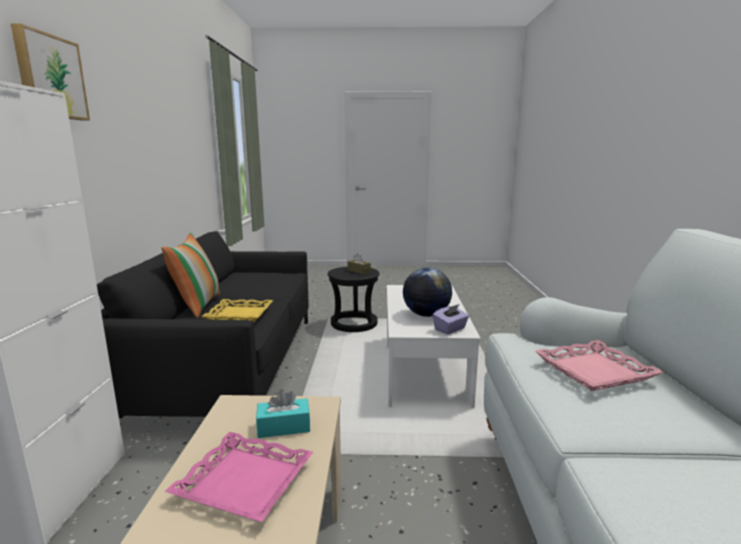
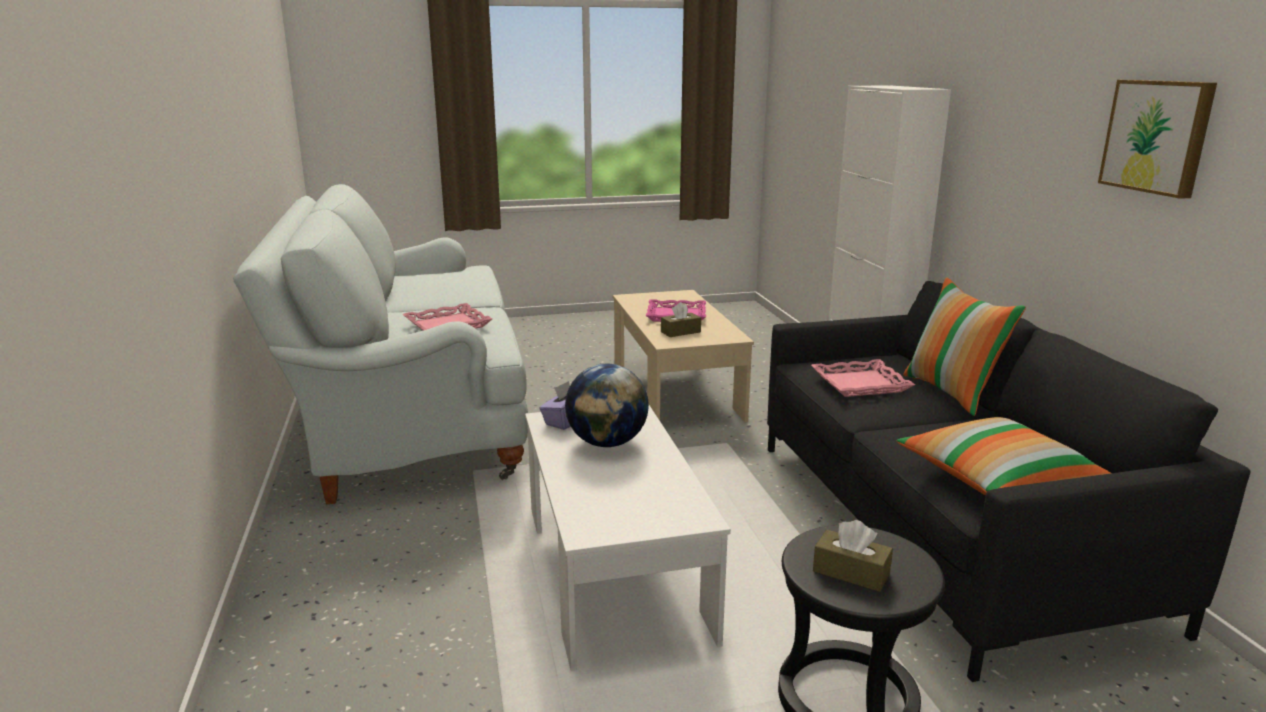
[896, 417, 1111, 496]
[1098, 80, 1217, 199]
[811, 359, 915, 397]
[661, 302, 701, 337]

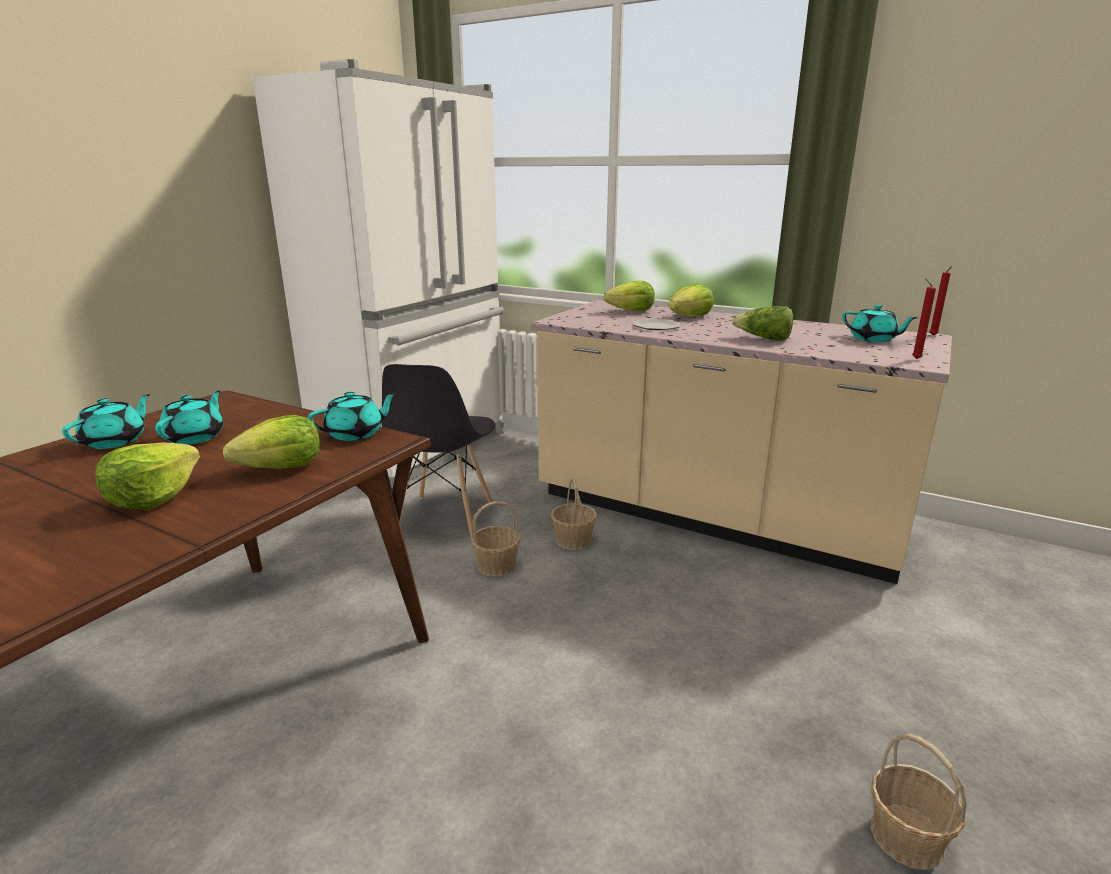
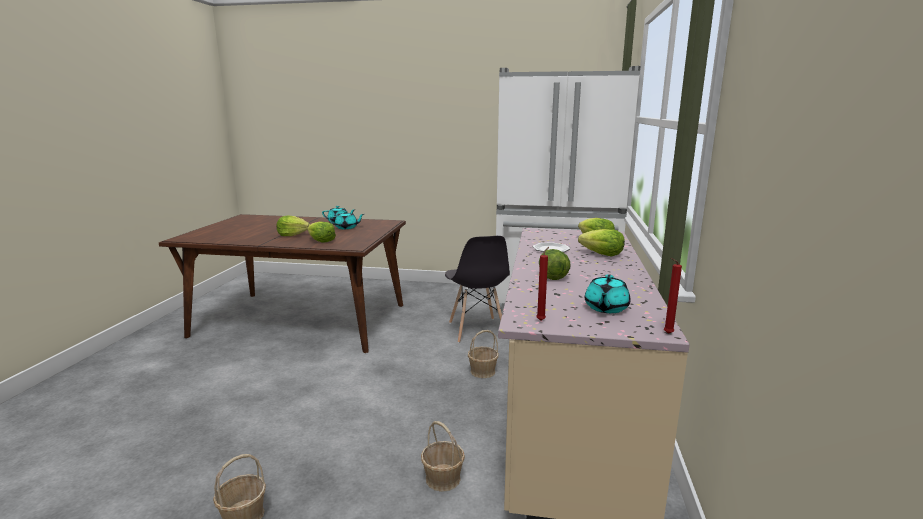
[308, 392, 397, 441] (first image)
[421, 421, 465, 492]
[445, 236, 510, 343]

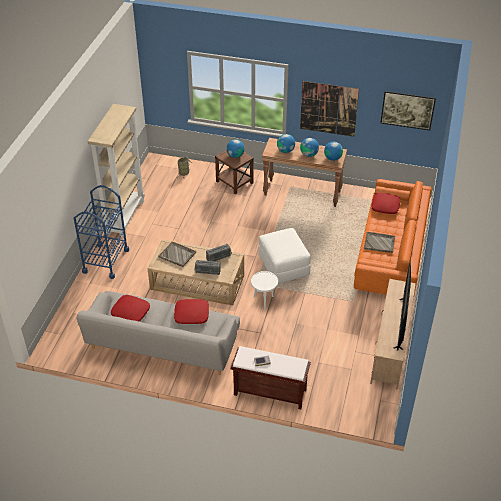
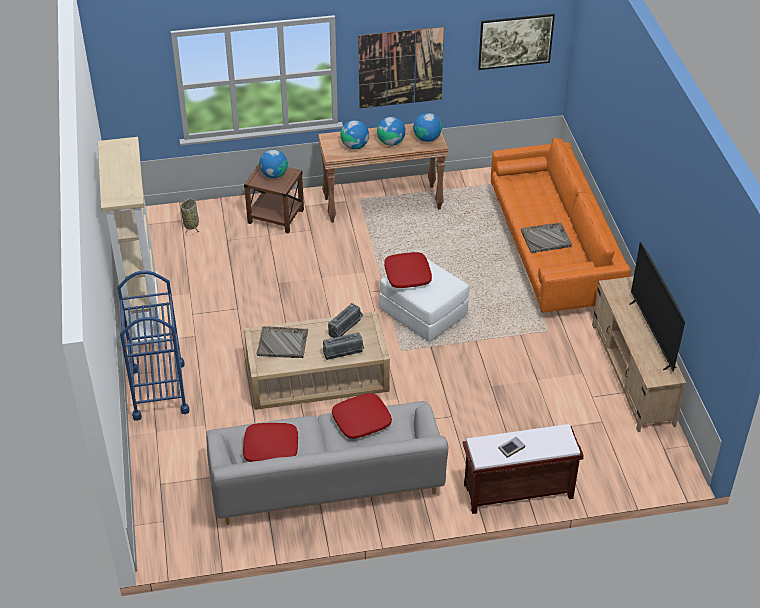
[251, 271, 278, 310] (first image)
[384, 252, 432, 288]

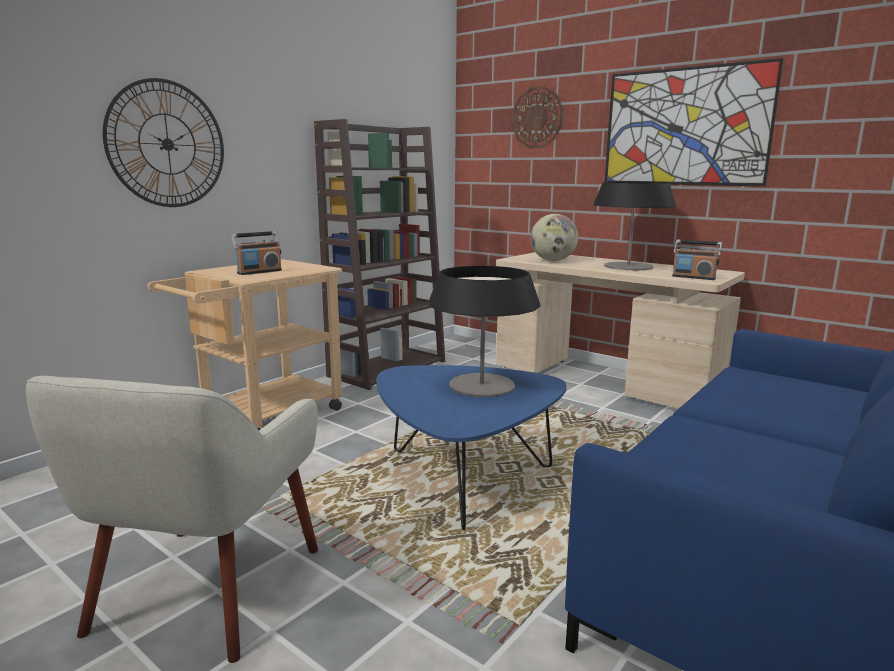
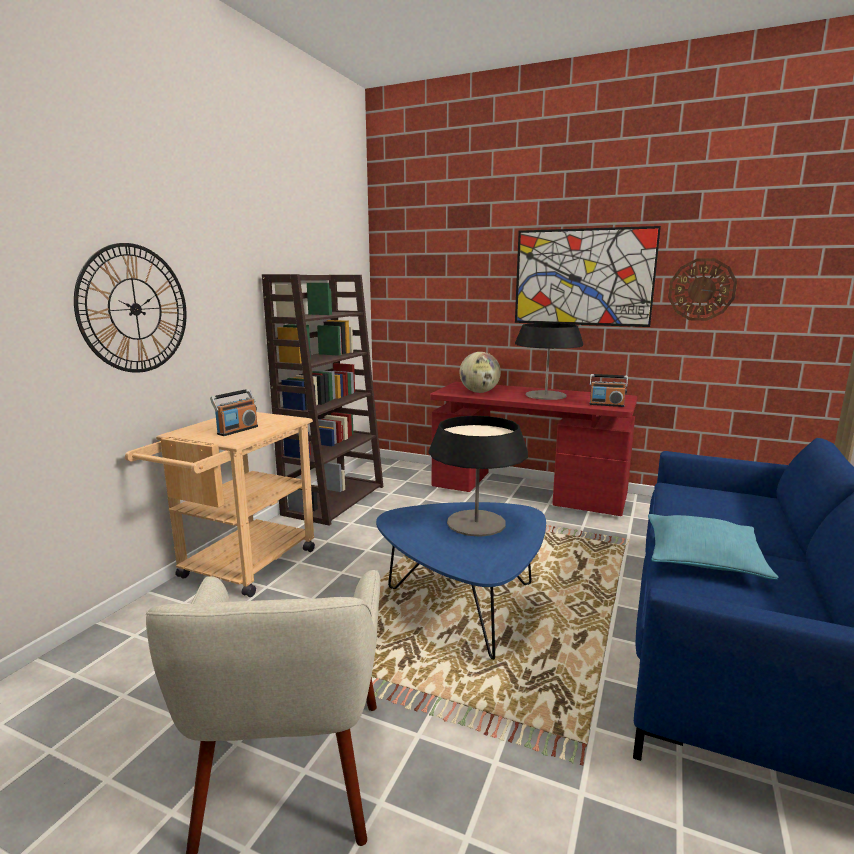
[648, 514, 778, 580]
[668, 258, 737, 321]
[430, 382, 637, 516]

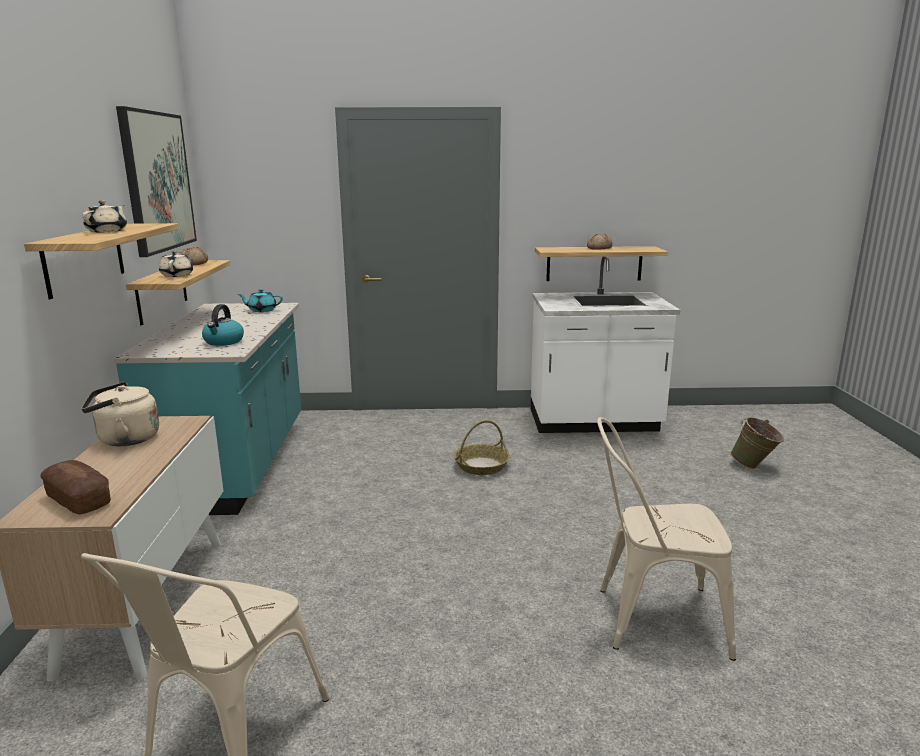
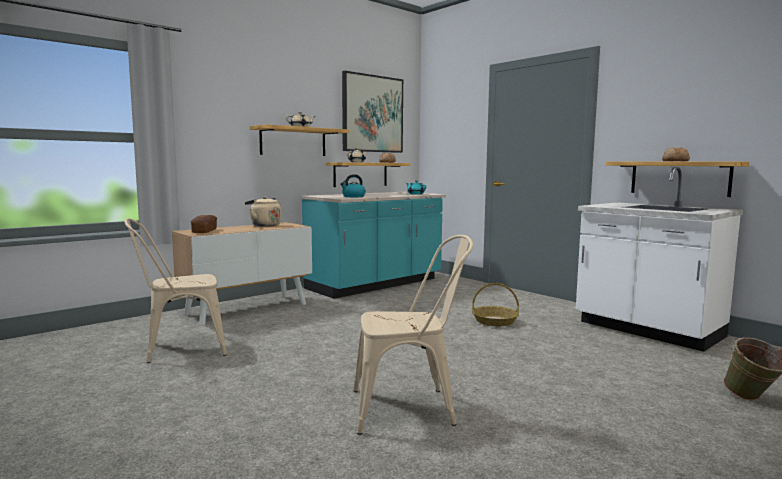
[354, 235, 473, 435]

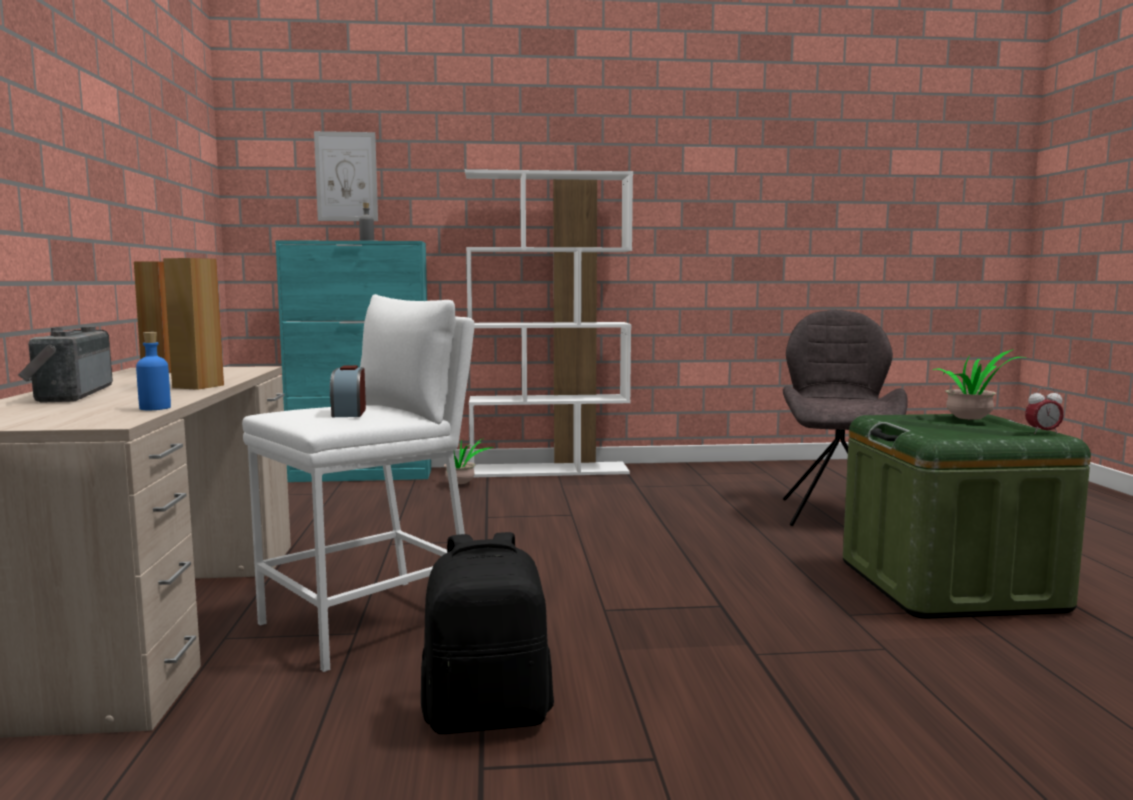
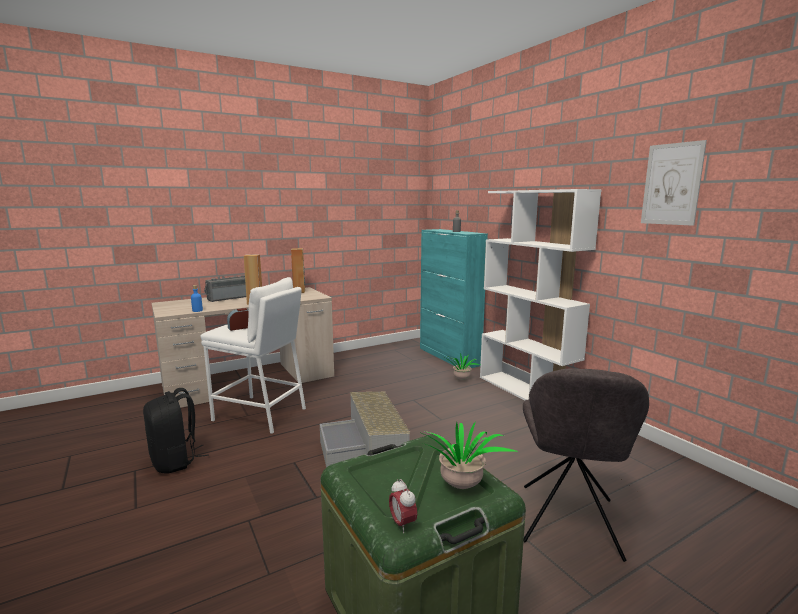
[320, 392, 410, 467]
[641, 140, 707, 226]
[523, 368, 649, 562]

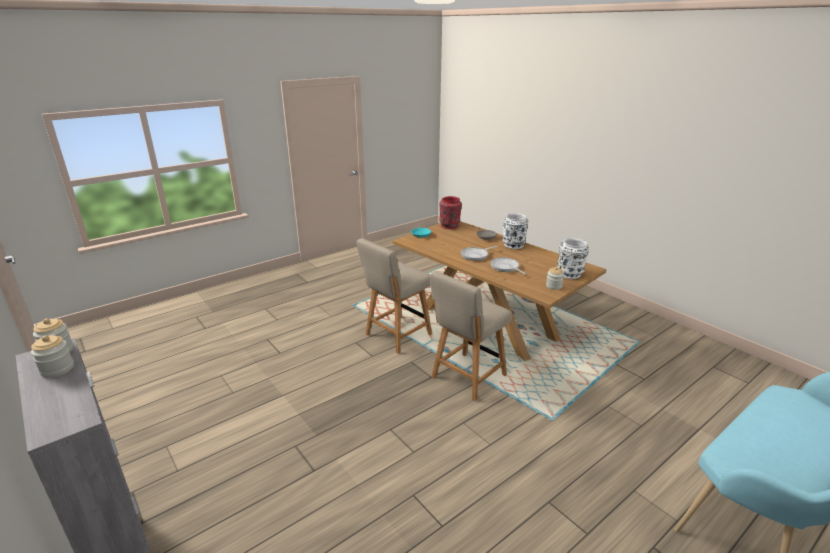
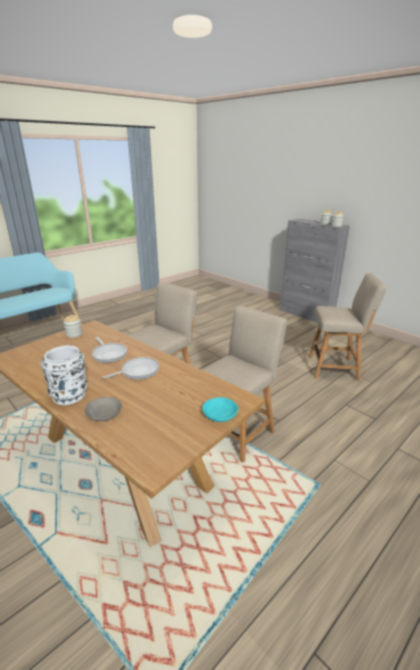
[439, 196, 462, 229] (first image)
[557, 238, 589, 279] (first image)
[309, 273, 386, 381]

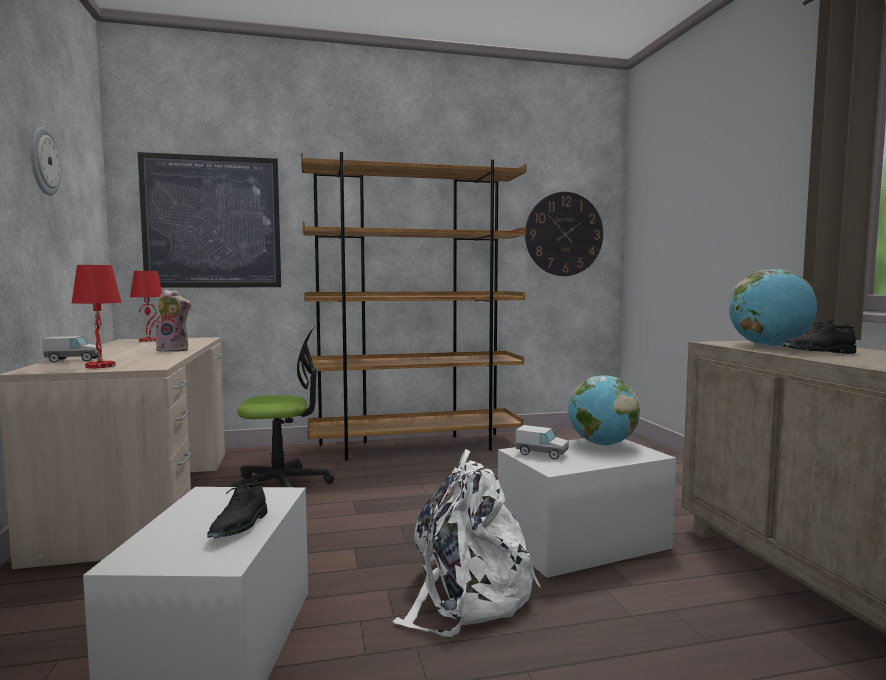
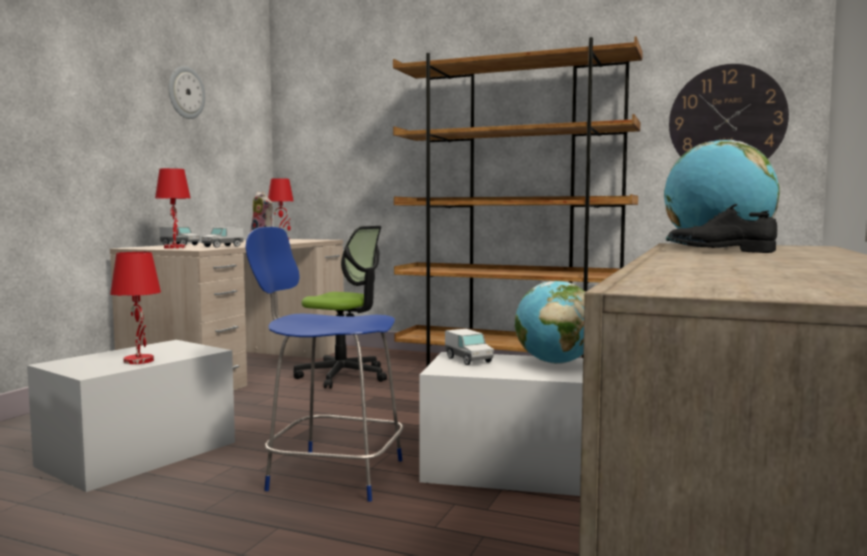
[138, 152, 281, 287] (first image)
[201, 227, 243, 248]
[110, 252, 161, 364]
[246, 227, 404, 502]

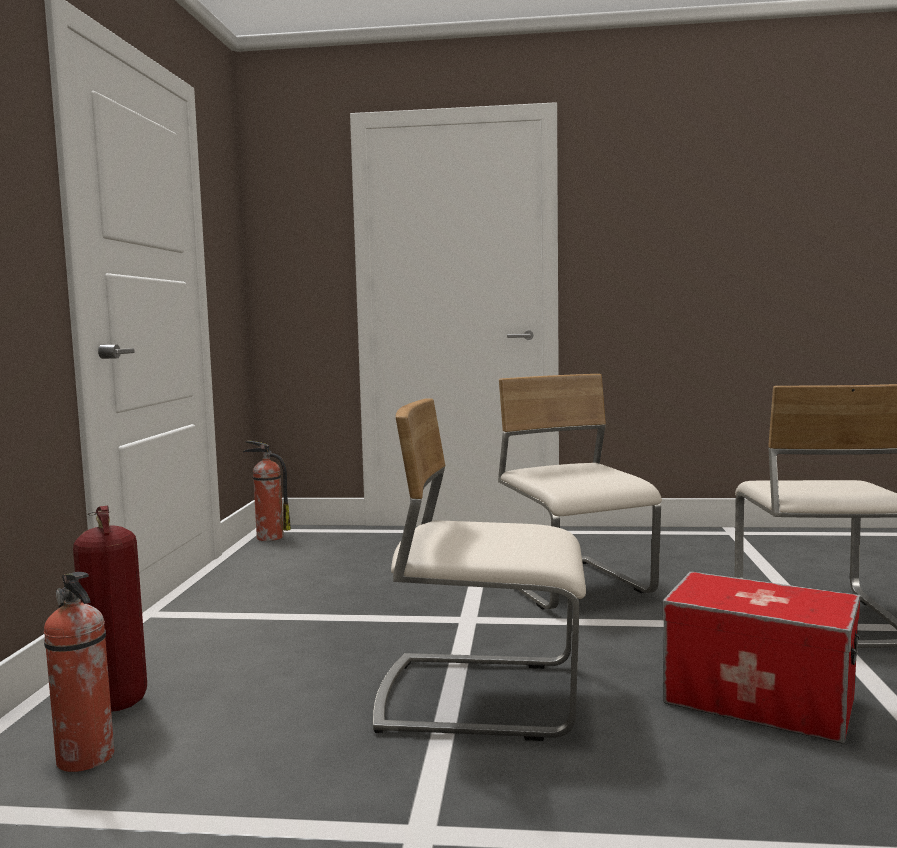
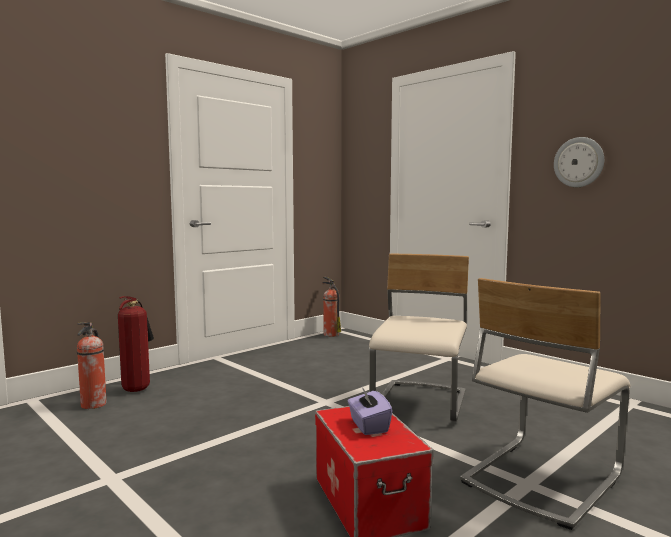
[373, 398, 586, 741] (first image)
[348, 385, 392, 435]
[554, 137, 604, 187]

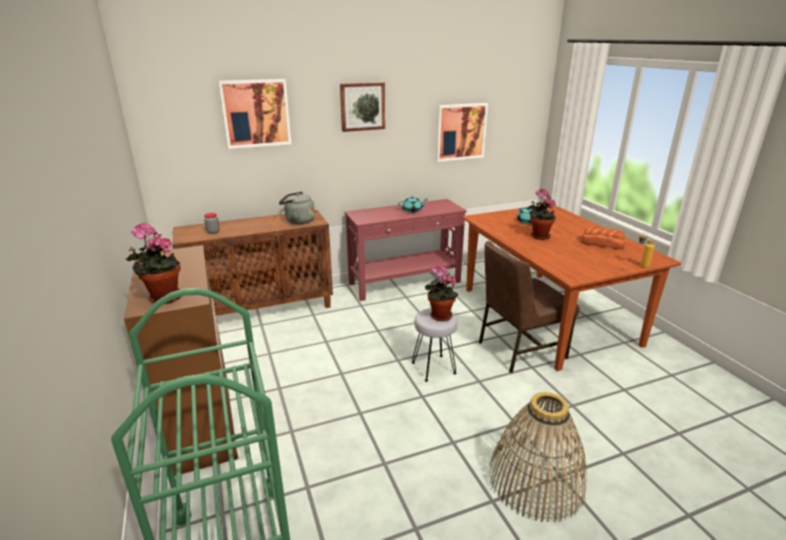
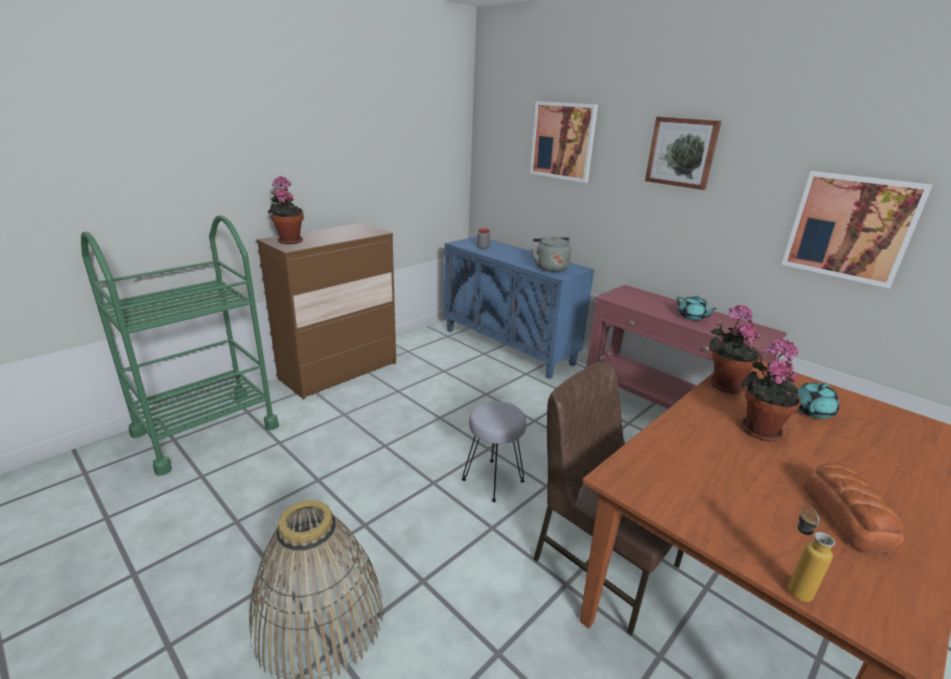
[709, 305, 760, 394]
[444, 236, 594, 379]

